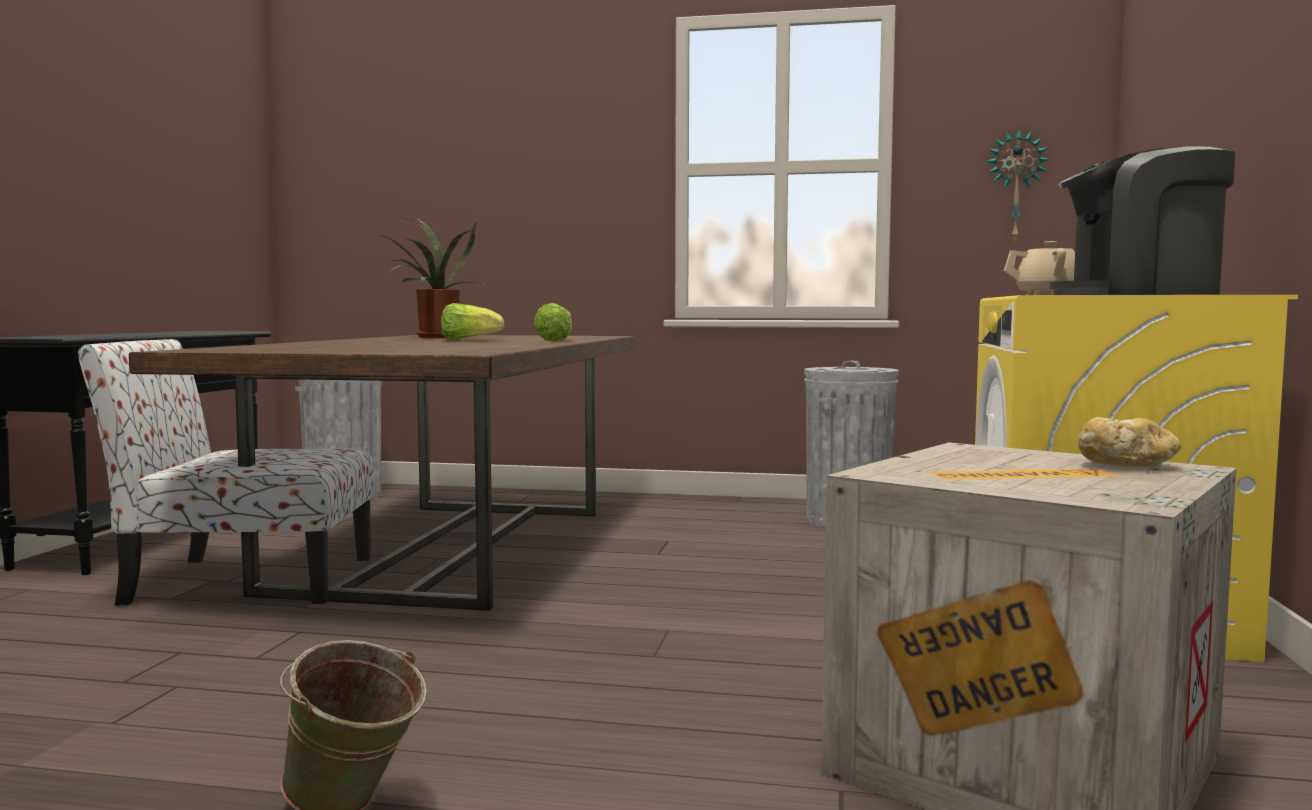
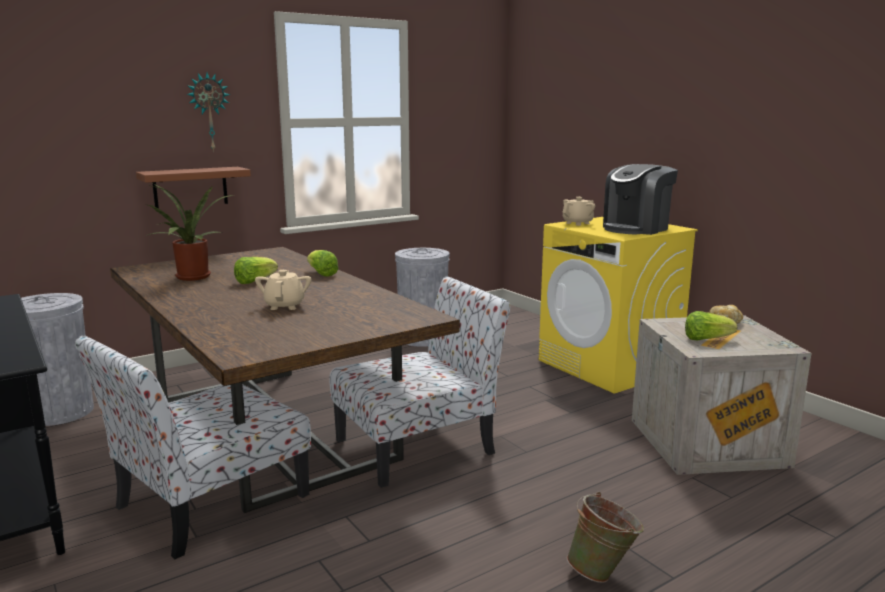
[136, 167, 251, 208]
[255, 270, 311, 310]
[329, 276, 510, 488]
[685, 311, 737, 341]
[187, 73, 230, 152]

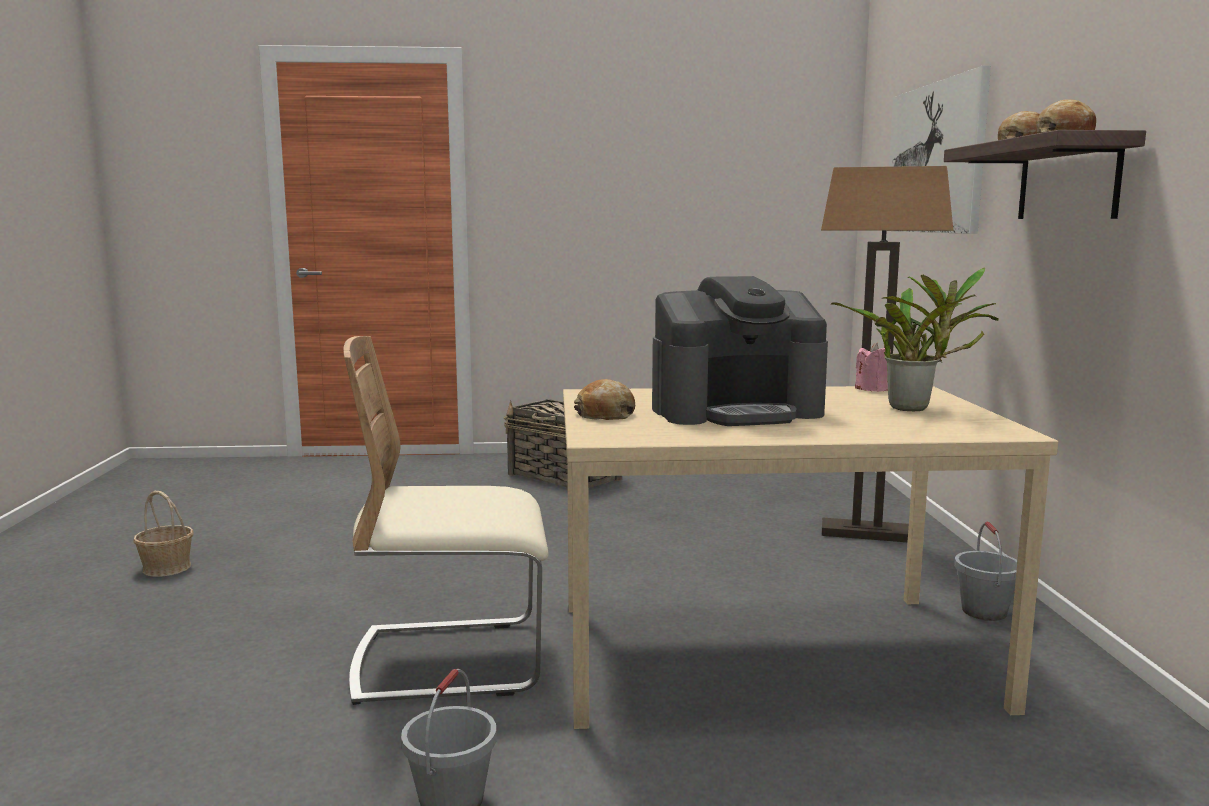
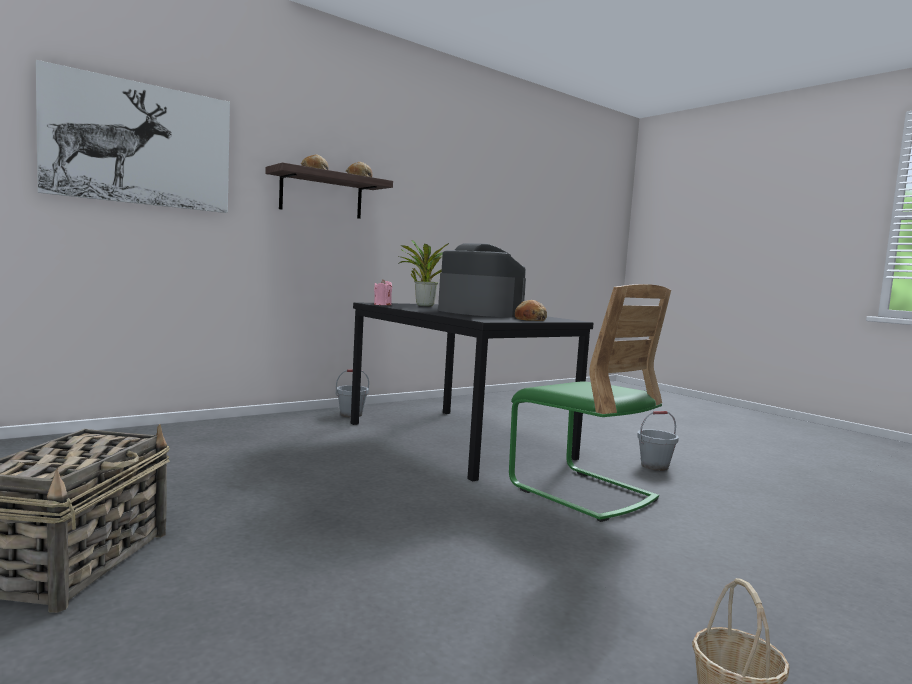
[821, 166, 954, 542] (first image)
[509, 284, 671, 522]
[351, 302, 593, 481]

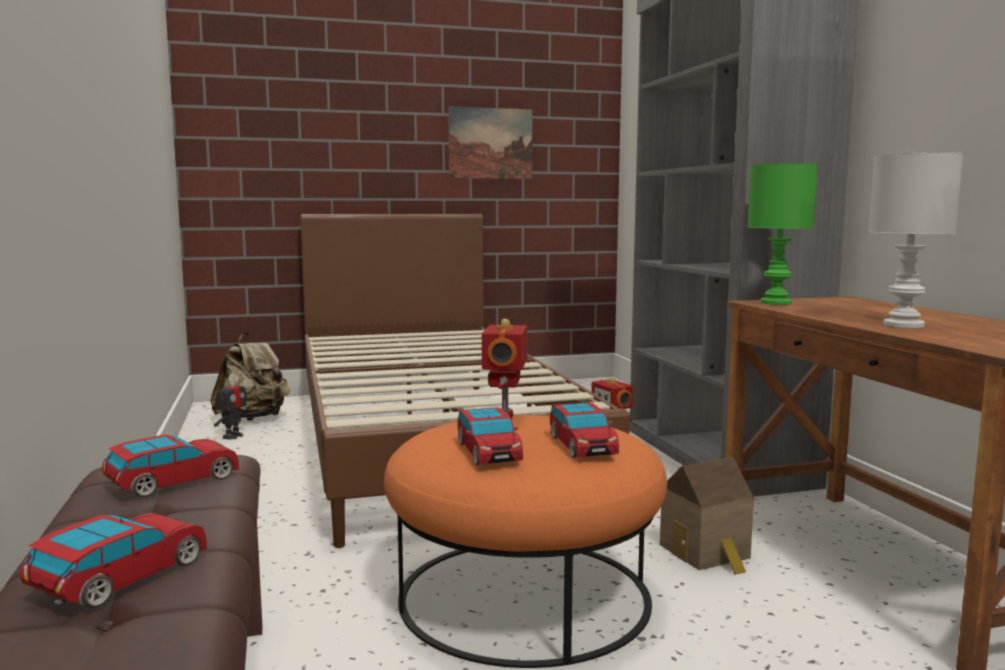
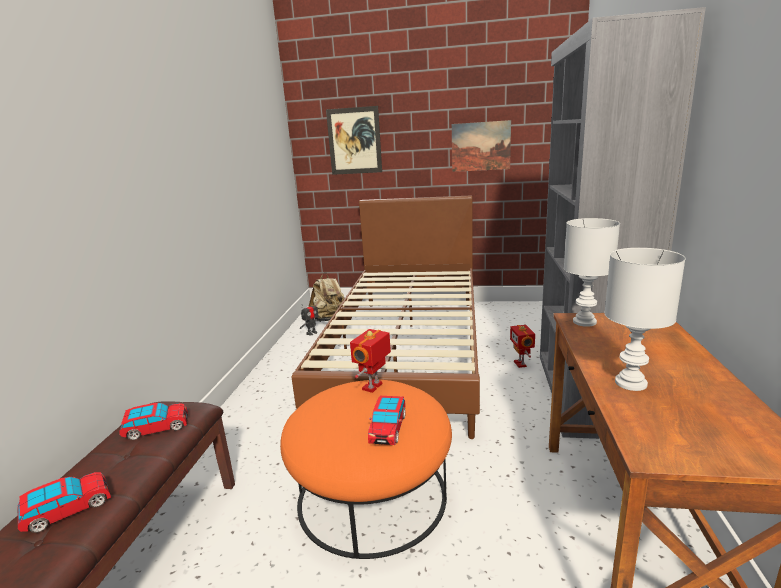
[457, 407, 523, 465] (first image)
[660, 457, 754, 575] (first image)
[326, 106, 382, 175]
[564, 218, 620, 327]

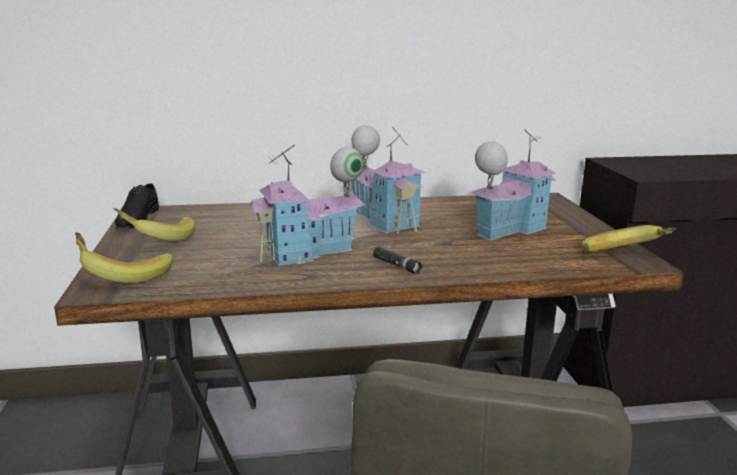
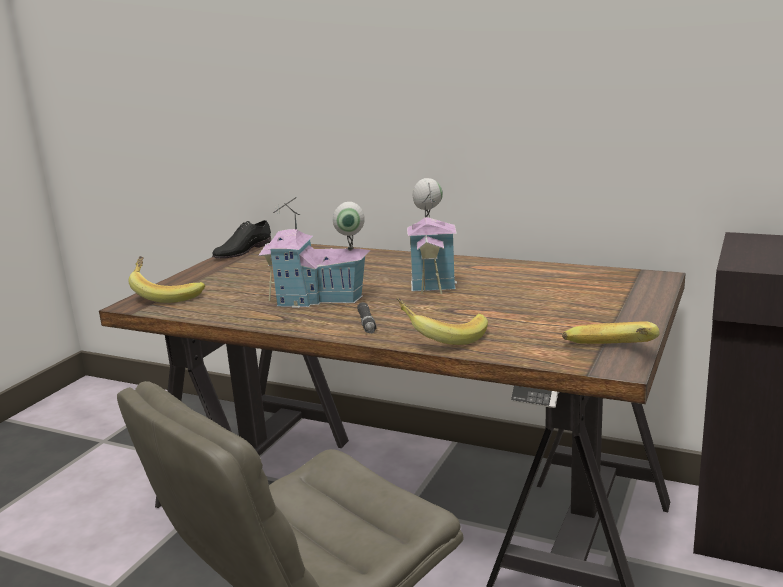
[469, 130, 556, 241] (first image)
[396, 298, 488, 345]

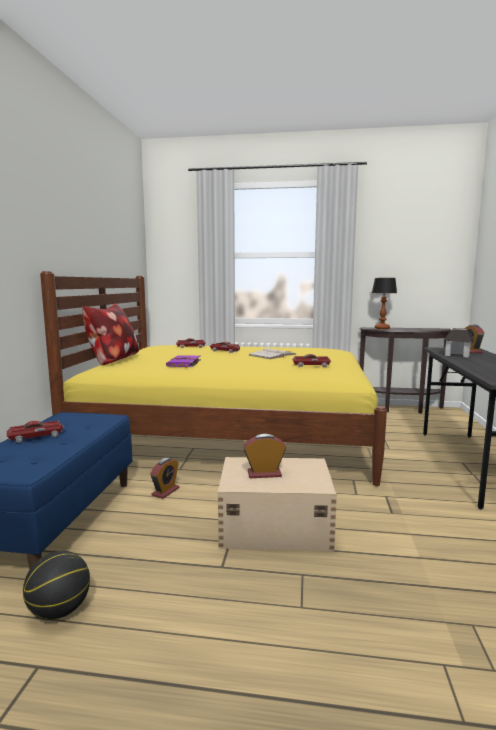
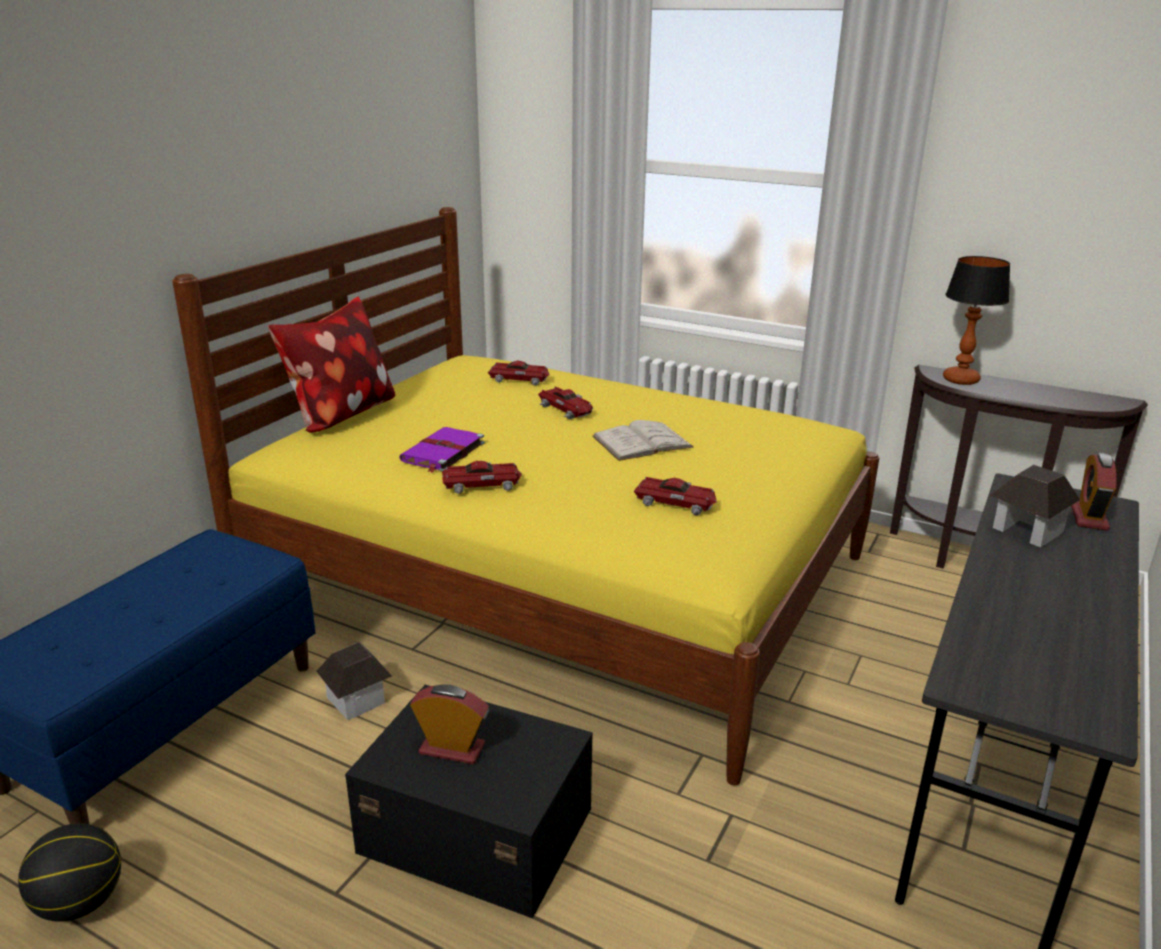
[442, 461, 522, 493]
[316, 642, 392, 720]
[345, 685, 593, 918]

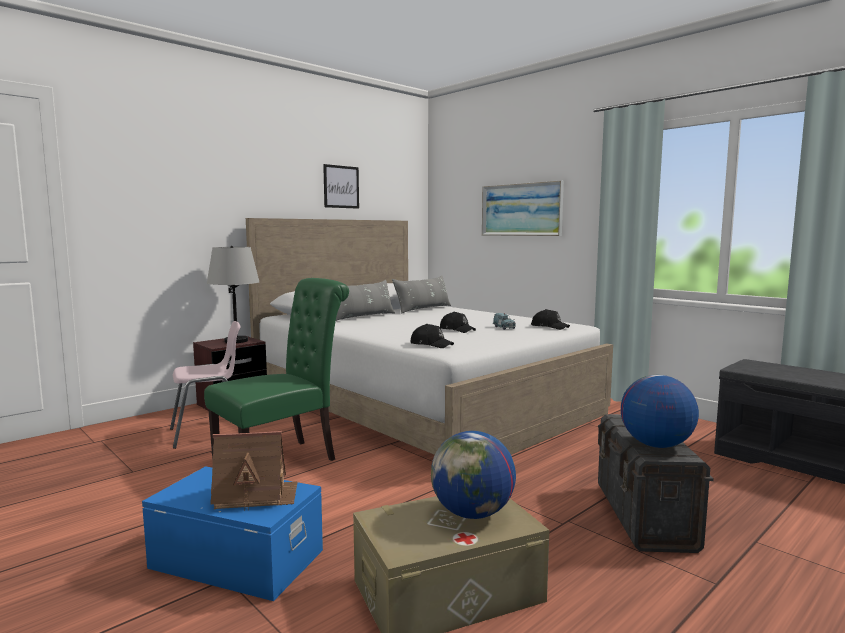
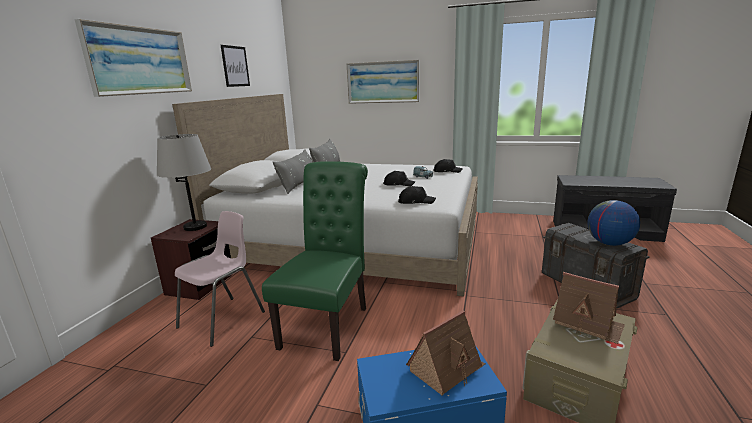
[74, 19, 192, 97]
[553, 272, 625, 344]

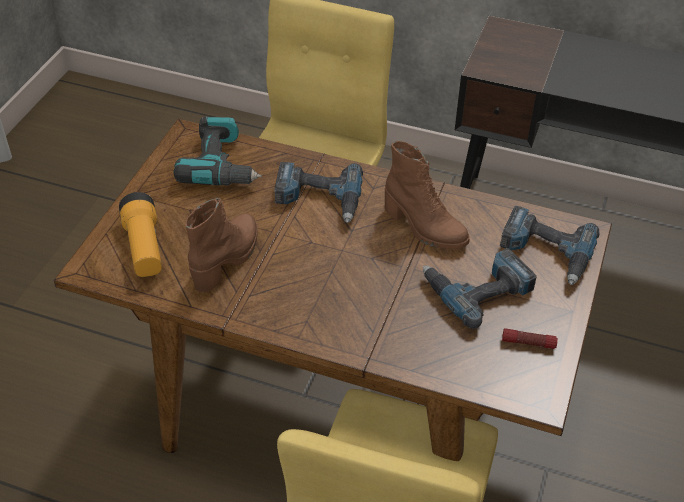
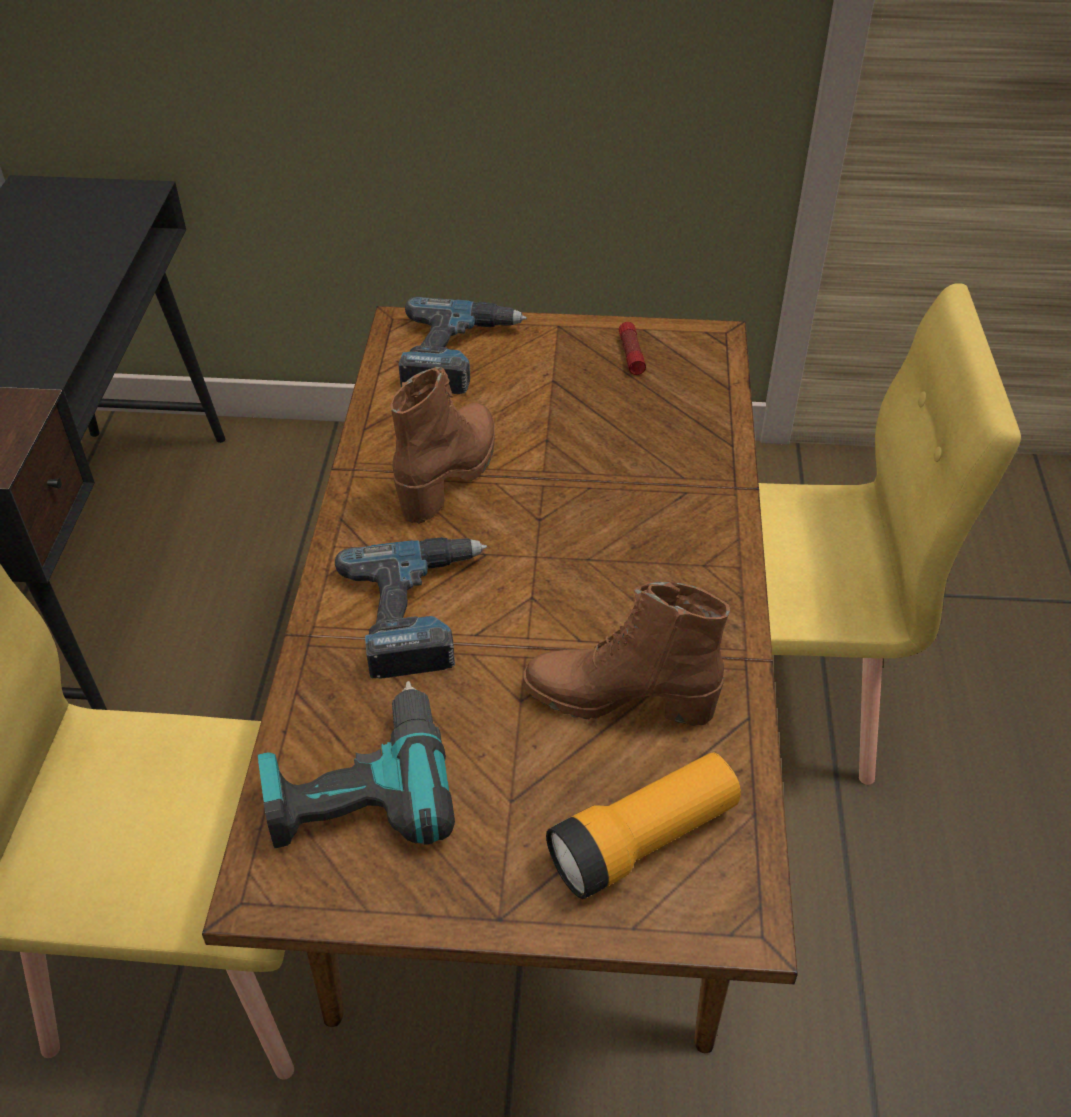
[423, 248, 537, 329] (first image)

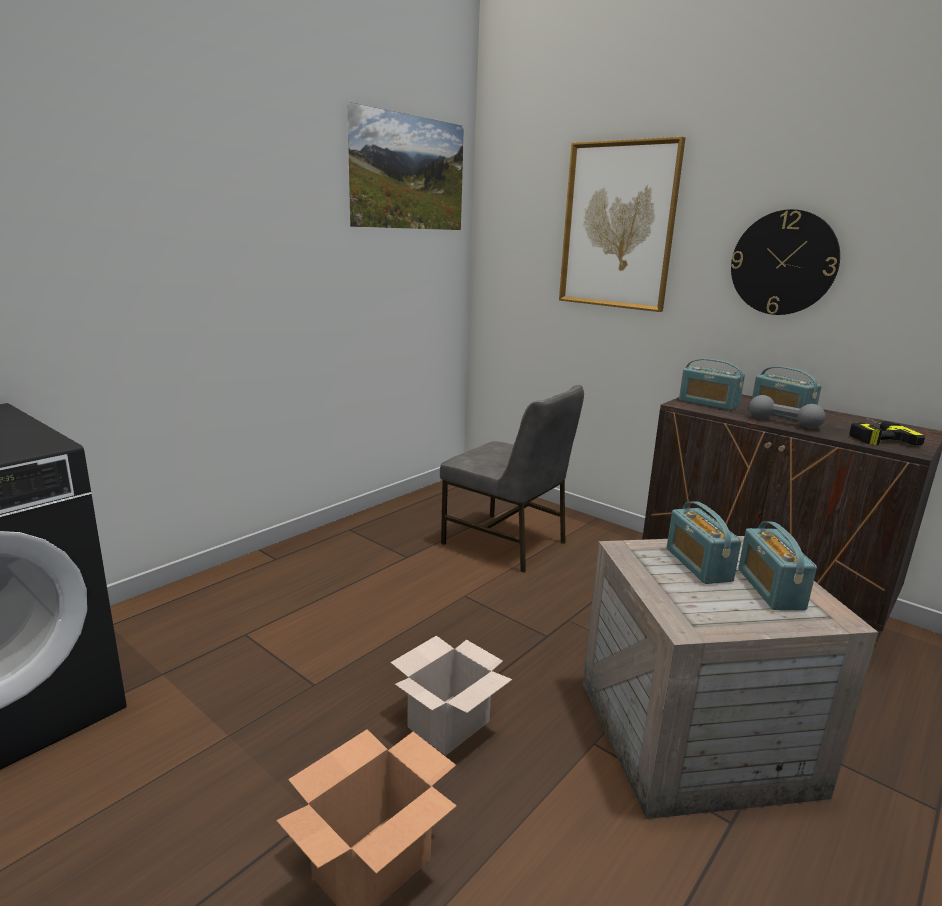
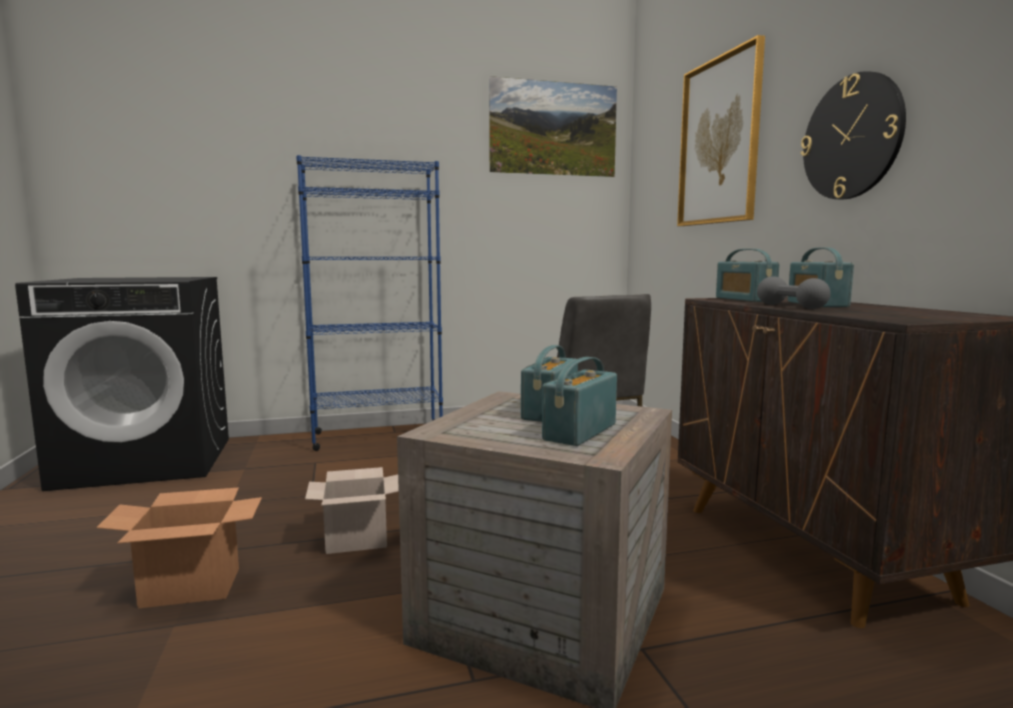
[849, 418, 925, 445] (first image)
[296, 155, 443, 451]

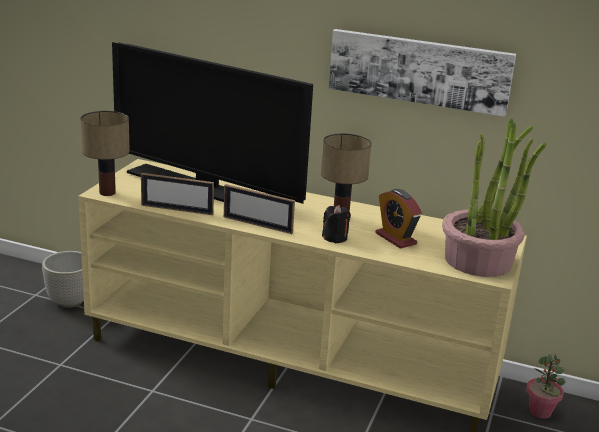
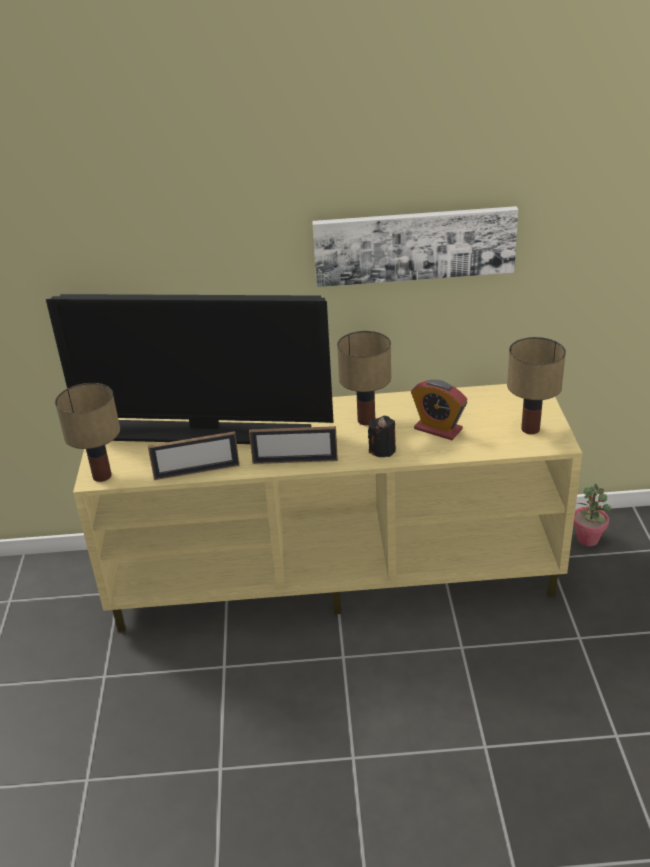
[42, 251, 84, 308] (first image)
[507, 337, 566, 434]

